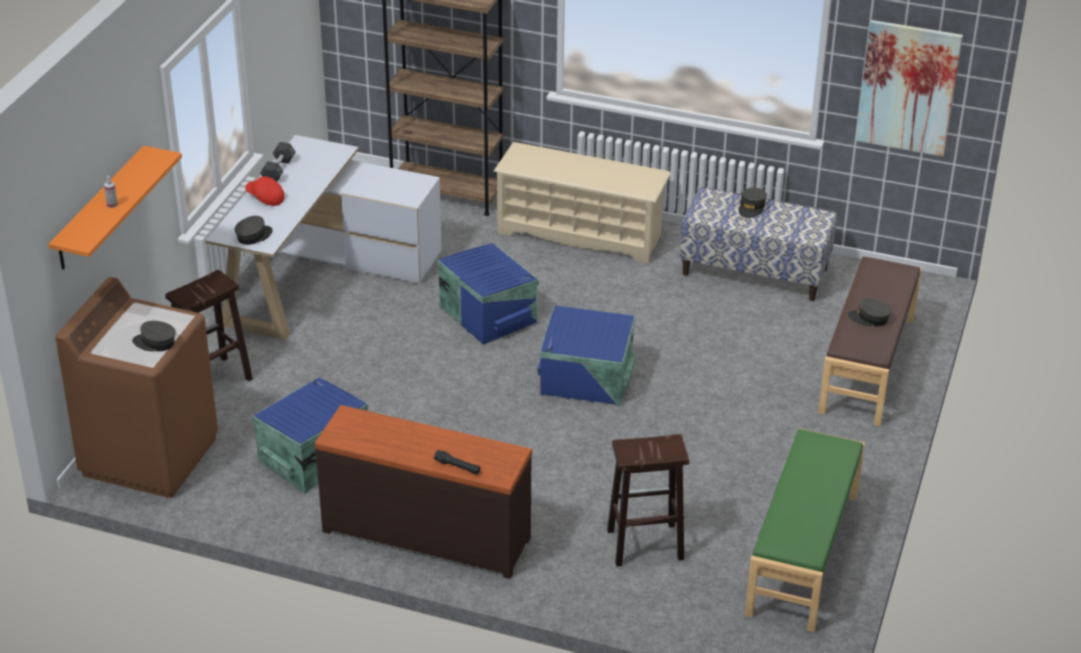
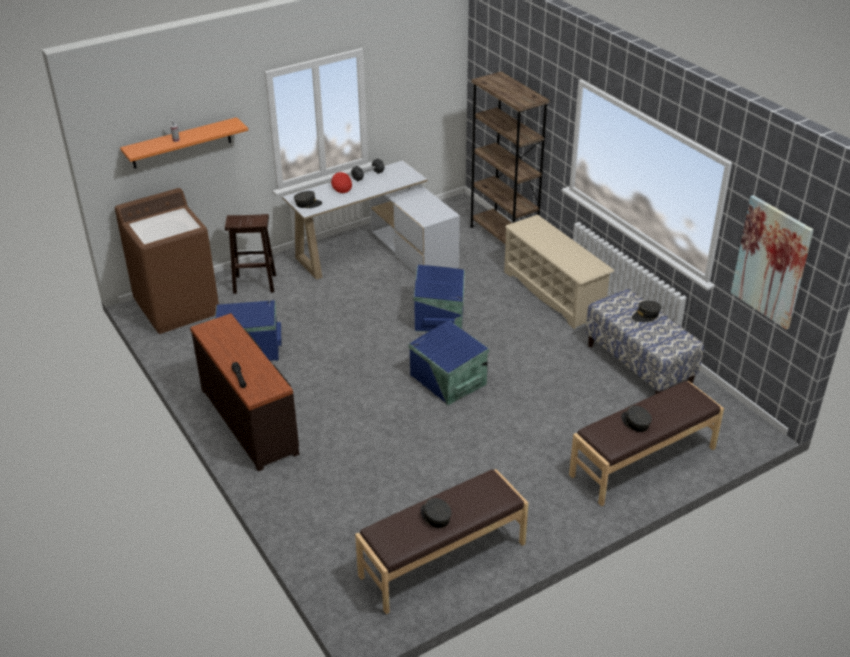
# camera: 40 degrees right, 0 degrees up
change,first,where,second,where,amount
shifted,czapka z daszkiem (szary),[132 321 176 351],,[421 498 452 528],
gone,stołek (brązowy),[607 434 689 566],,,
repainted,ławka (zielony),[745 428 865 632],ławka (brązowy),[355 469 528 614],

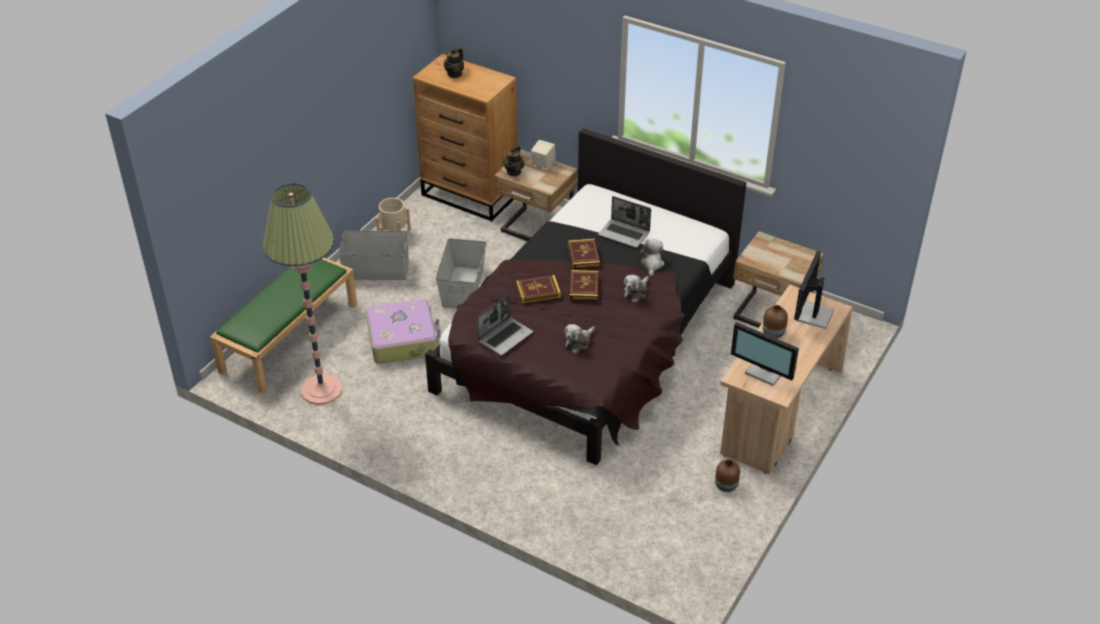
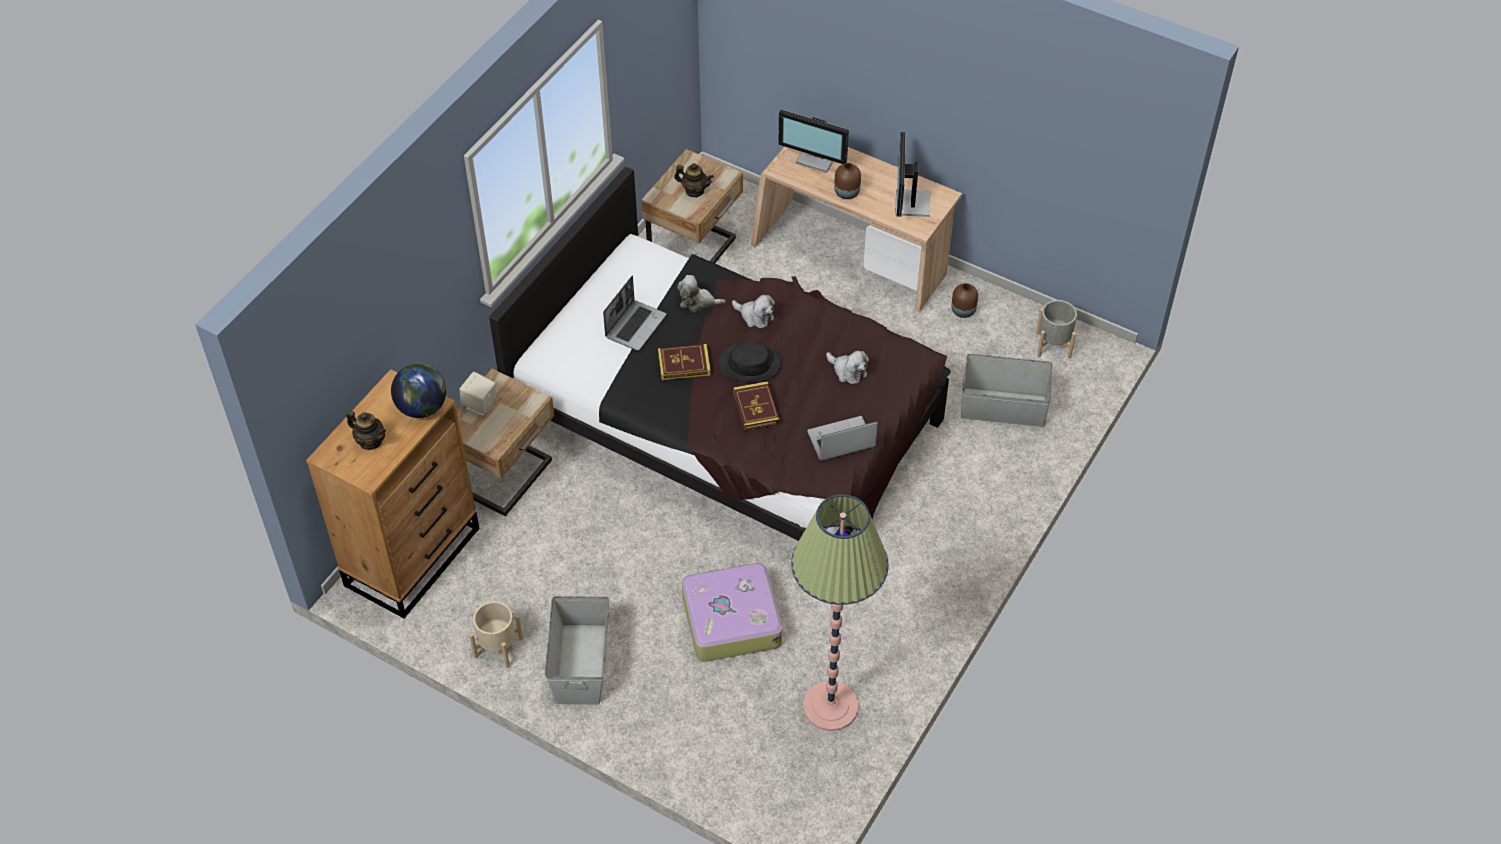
# camera: 90 degrees left, 10 degrees up
change,first,where,second,where,amount
gone,ławka (zielony),[210 258 357 393],,,
shifted,pojemnik do przechowywania (szary),[436 238 487 309],,[961 354 1052 427],
rotated,laptop,[476 294 533 356],,[807 416 878 461],60 degrees counterclockwise
shifted,imbryk,[503 145 524 176],,[674 163 714 197],
swapped,książka,[570 270 599 301],kapelusz (czarny),[718 342 781 382],
rotated,monitor,[731 322 799 386],,[895 132 930 217],150 degrees clockwise
new,,,globus,[391 363 446 418],
new,,,donica (szary),[1036 300 1077 359],

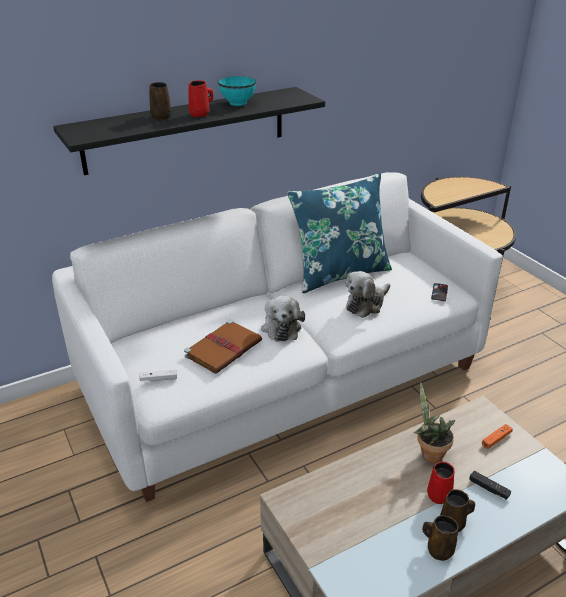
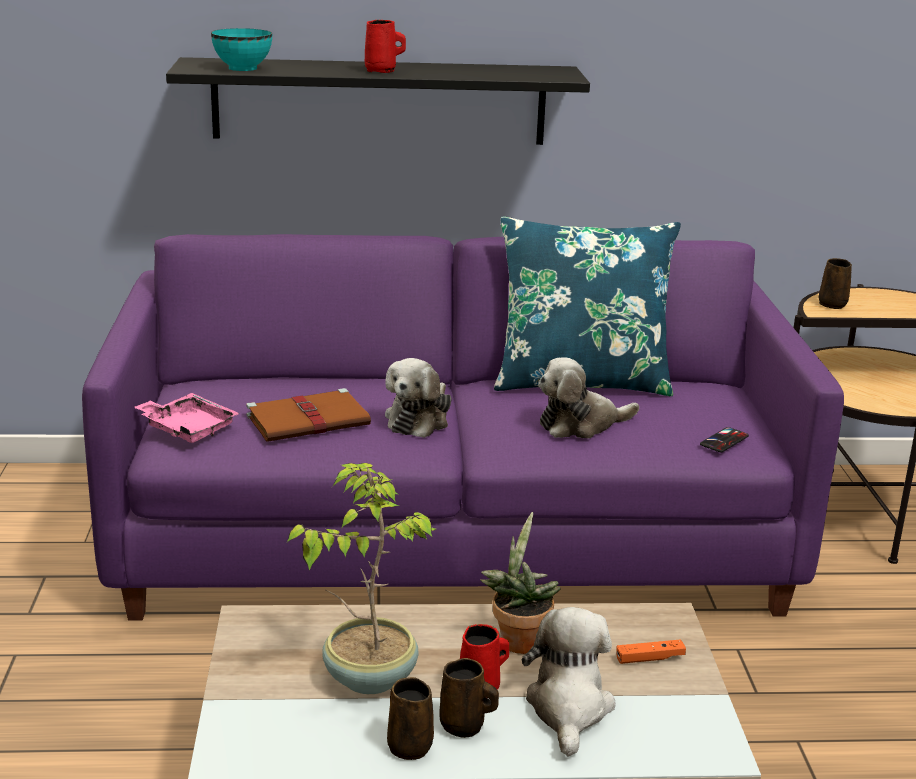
# camera: 25 degrees right, 10 degrees down
change,first,where,second,where,amount
repainted,kanapa (biały),[52 172 503 502],kanapa (fioletowy),[82 234 844 621],
swapped,pad do gier (biały),[139 369 177 381],taca (różowy),[134 393 240 443],
shifted,kubek (brązowy),[149 82 171 120],,[819 258 852 309],
shifted,miska (turkusowy),[218 76 256 106],,[211 28 272 71],
swapped,pad do gier (czarny),[469 471 511 500],pluszak,[522 607 616 757],
new,,,roślina doniczkowa,[287 463 436 694],

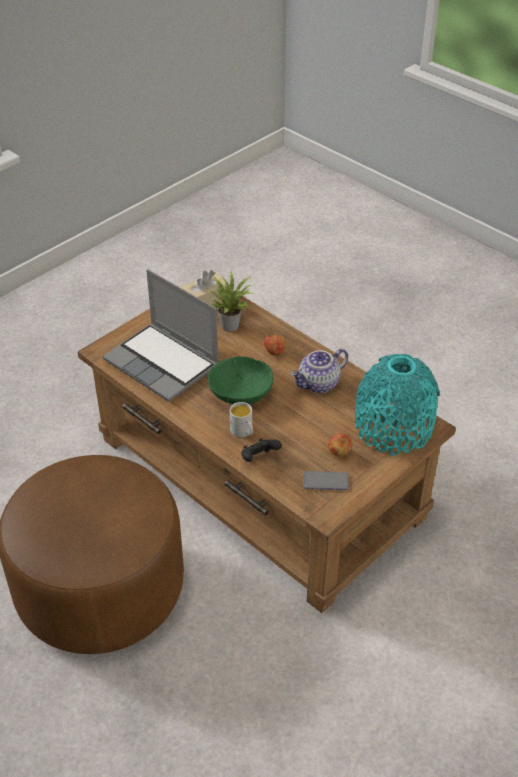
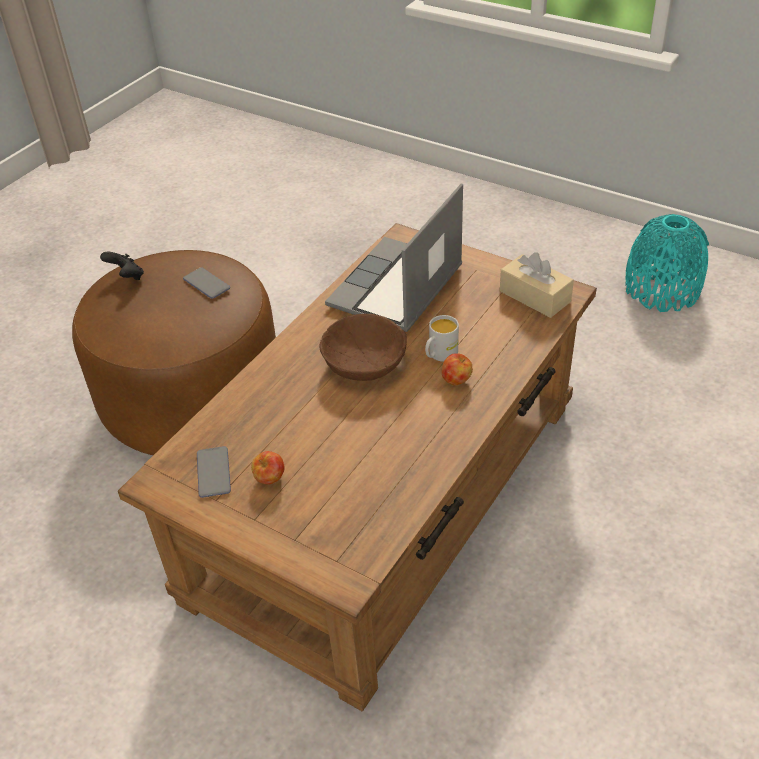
# camera: 80 degrees right, 0 degrees up
change,first,where,second,where,amount
gone,roślina doniczkowa,[207 271 254 331],,,
repainted,miska (zielony),[208 356 274 404],miska (brązowy),[319 314 407 381],
shifted,kubek (biały),[230 402 253 437],,[425 315 459 362],
shifted,pad do gier (czarny),[241 438 282 462],,[100 252 144 280],
gone,imbryk,[290 349 348 393],,,
shifted,wazon (turkusowy),[355 354 440 455],,[625 214 709 312],
new,,,telefon,[183 267 230 299],

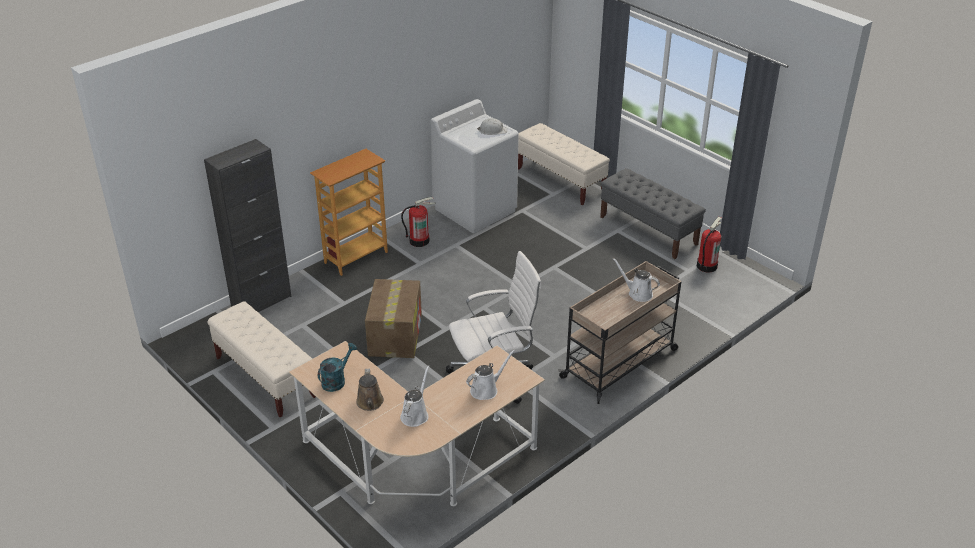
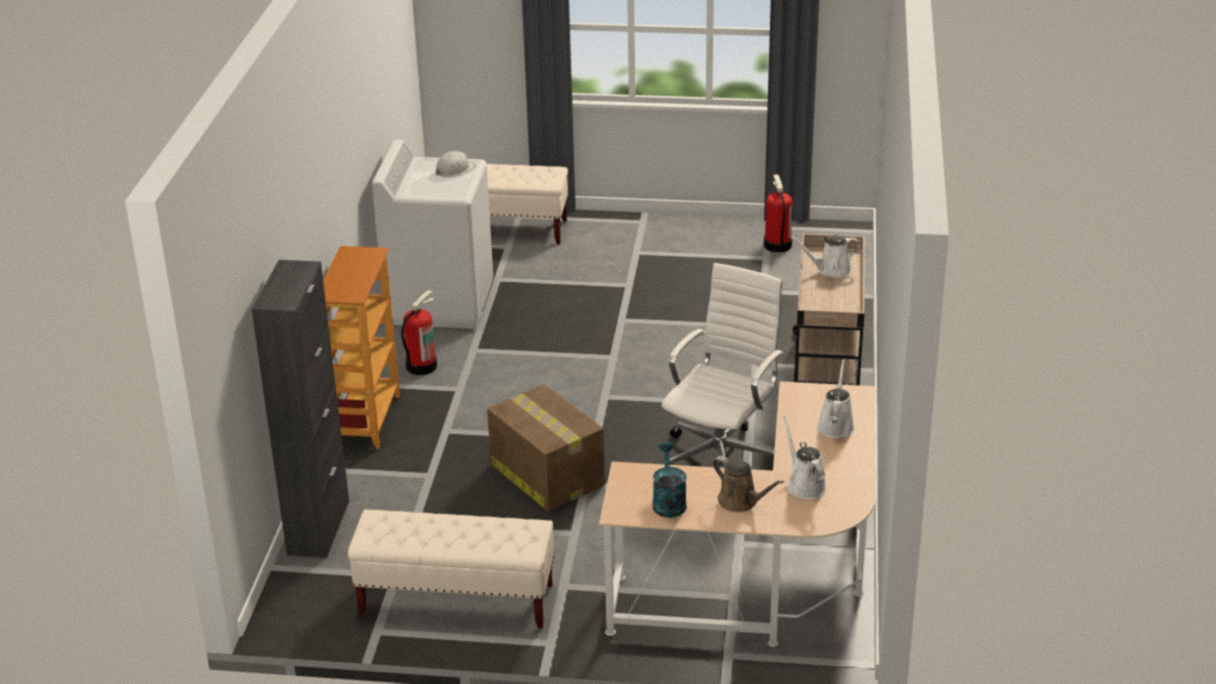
# camera: 40 degrees left, 5 degrees down
change,first,where,second,where,amount
gone,ławka (szary),[600 168 706 259],,,

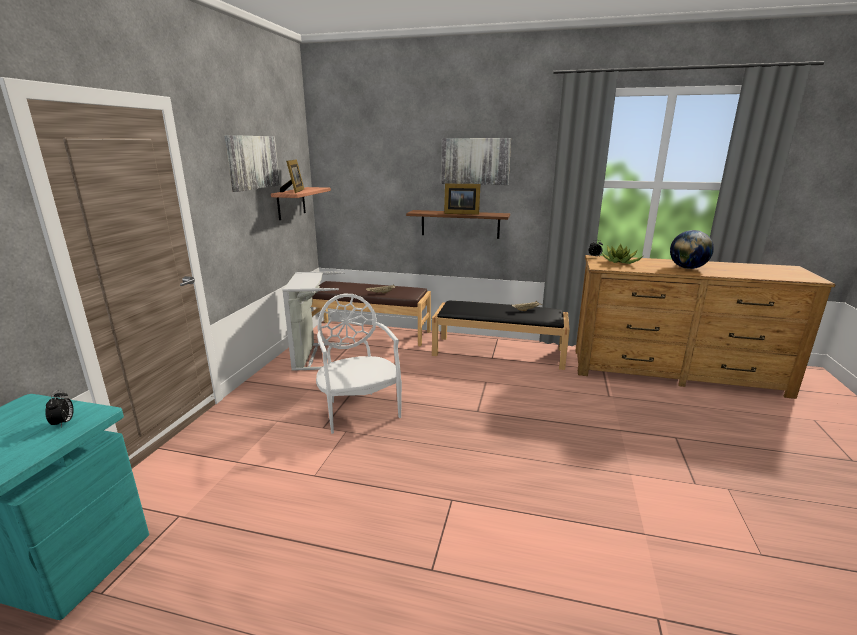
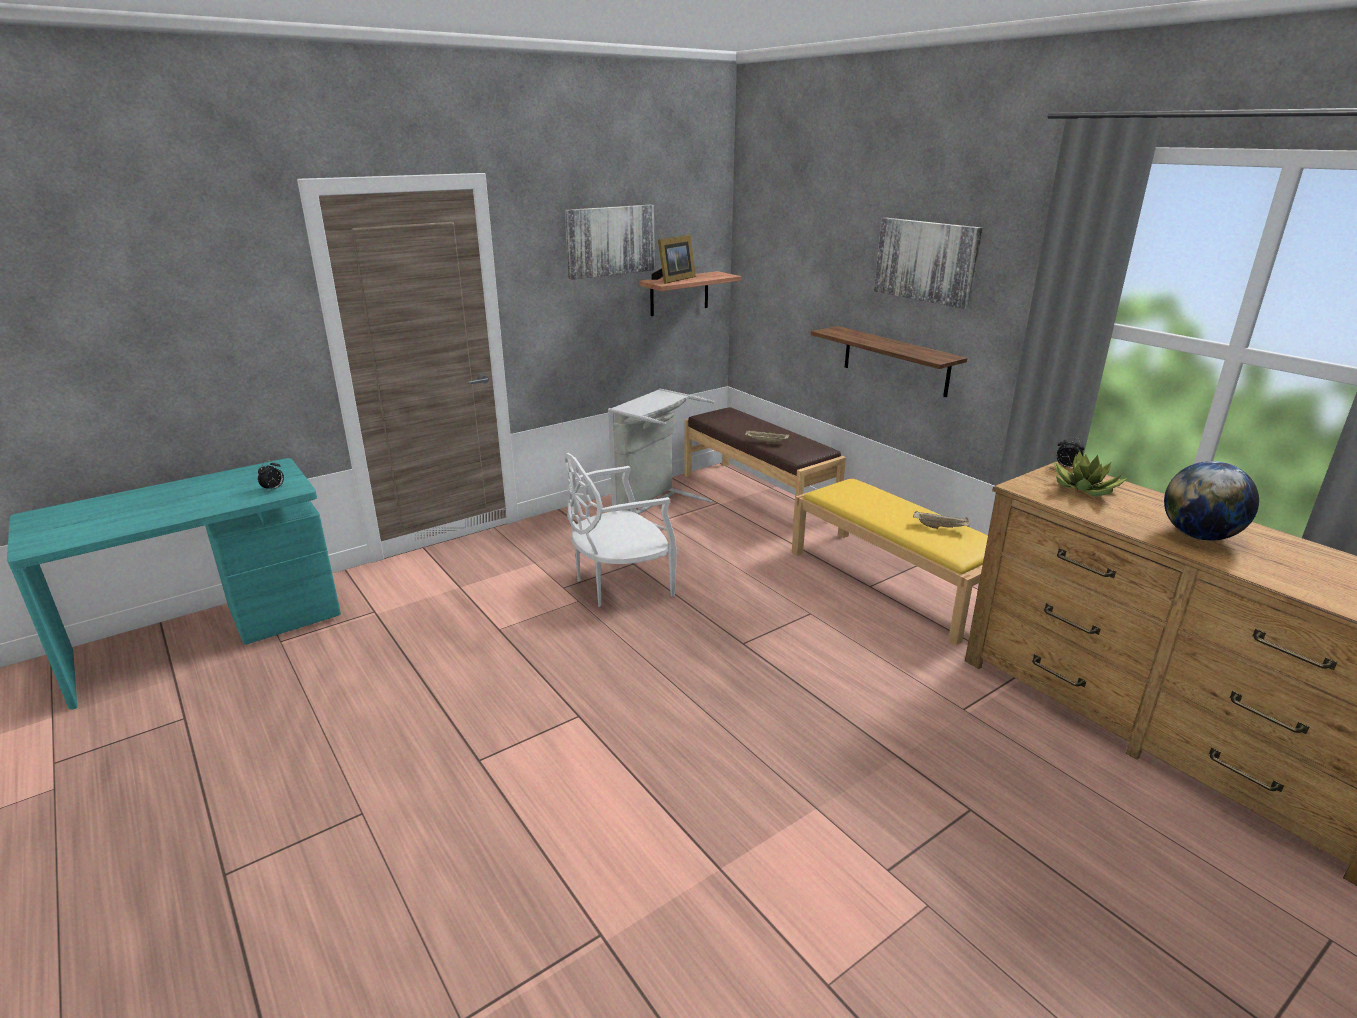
# camera: 40 degrees right, 5 degrees up
change,first,where,second,where,amount
rotated,krzesło (biały),[316 294 402 434],,[564 453 677 607],135 degrees counterclockwise
repainted,ławka (czarny),[432 301 570 370],ławka (żółty),[792 479 988 645],
gone,ramka na zdjęcie,[444 184 481 215],,,

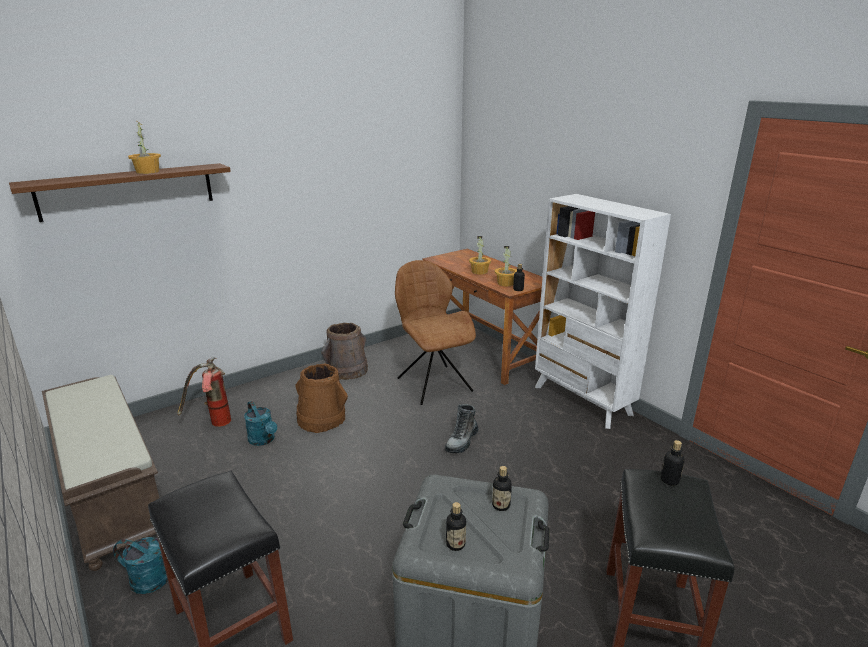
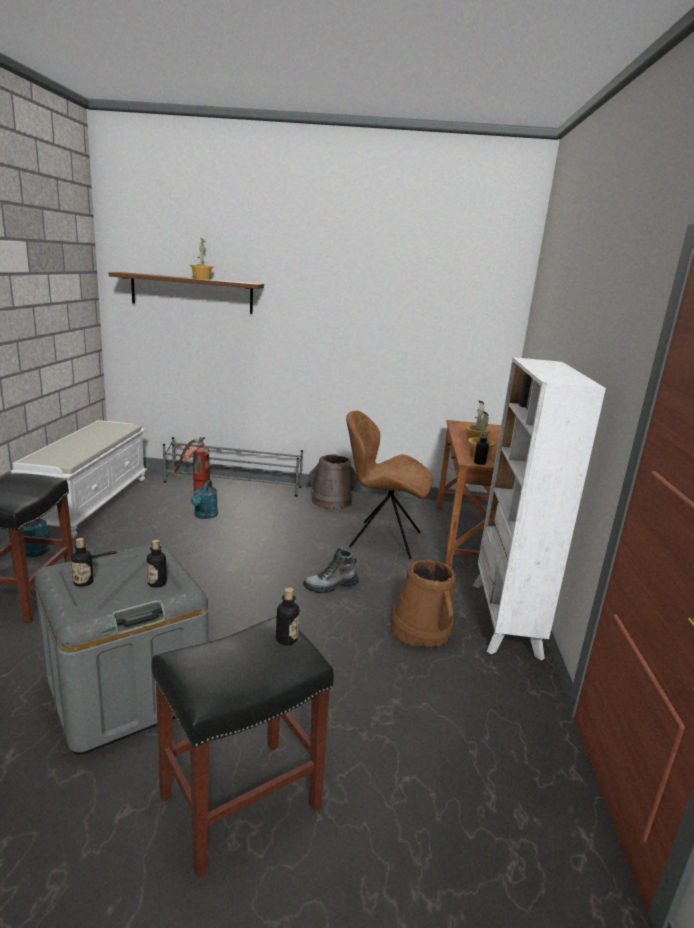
# camera: 40 degrees right, 5 degrees down
change,first,where,second,where,amount
repainted,ławka (brązowy),[42 375 160 571],ławka (biały),[10 420 147 538],
shifted,wiadro (brązowy),[296 363 348 433],,[390 560 456 648],
rotated,krzesło (brązowy),[395 260 476 405],,[346 411 433 559],90 degrees counterclockwise
new,,,regał na buty (szary),[163 437 303 497],

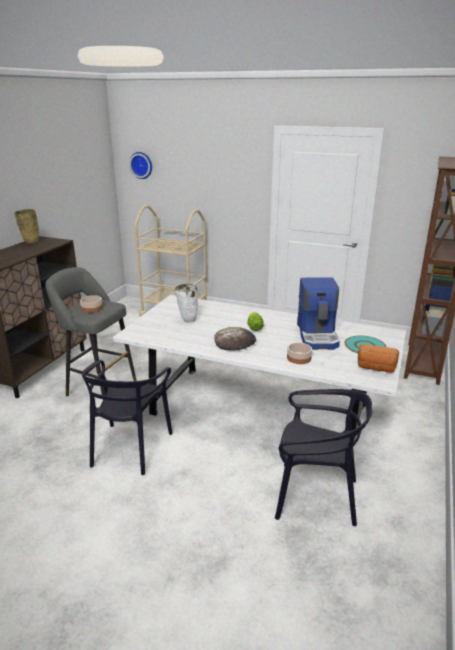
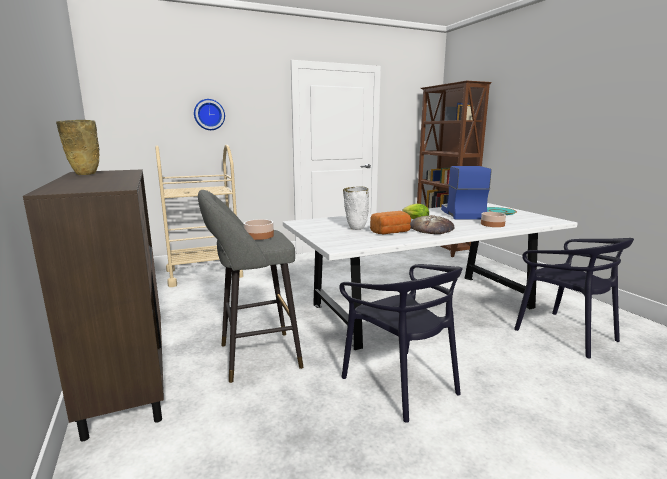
# camera: 45 degrees left, 10 degrees down
change,first,where,second,where,amount
shifted,zegar ścienny,[129 152 152 179],,[194 99 225 130],
rotated,krzesło (czarny),[275 389 372 526],,[514 238 634 358],90 degrees clockwise
rotated,ekspres do kawy,[297 278 340 350],,[441 166 492 220],135 degrees counterclockwise
shifted,chleb,[358 344 399 373],,[370 211 411 235],

